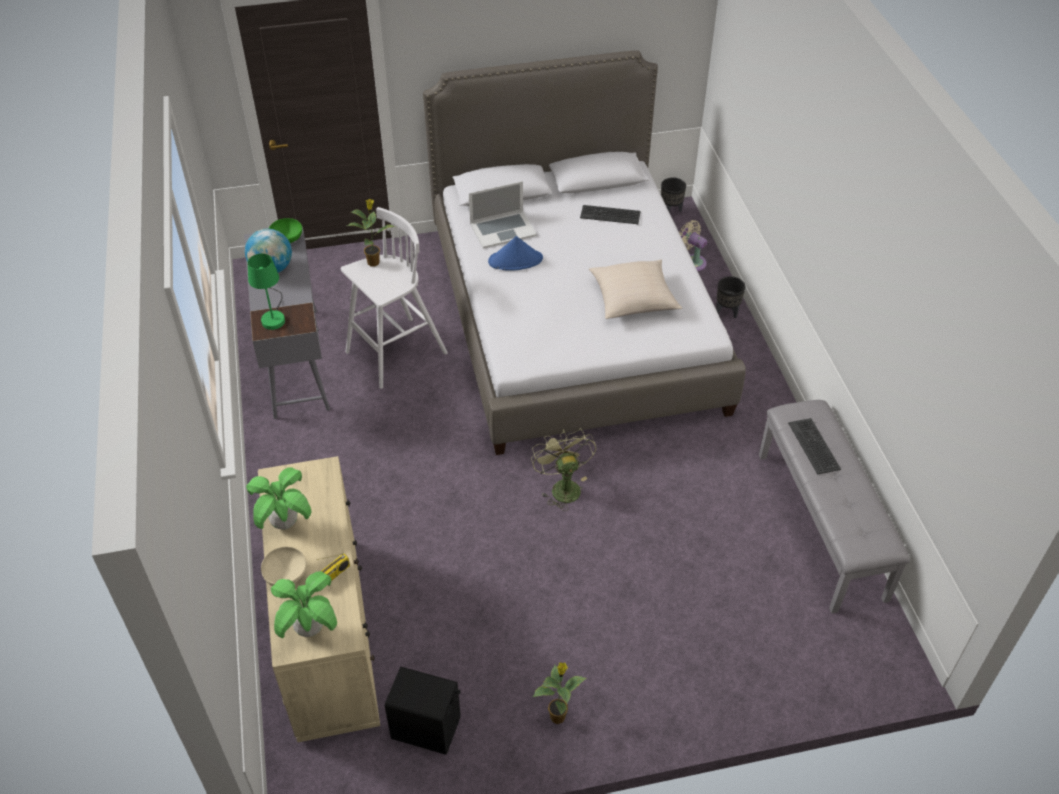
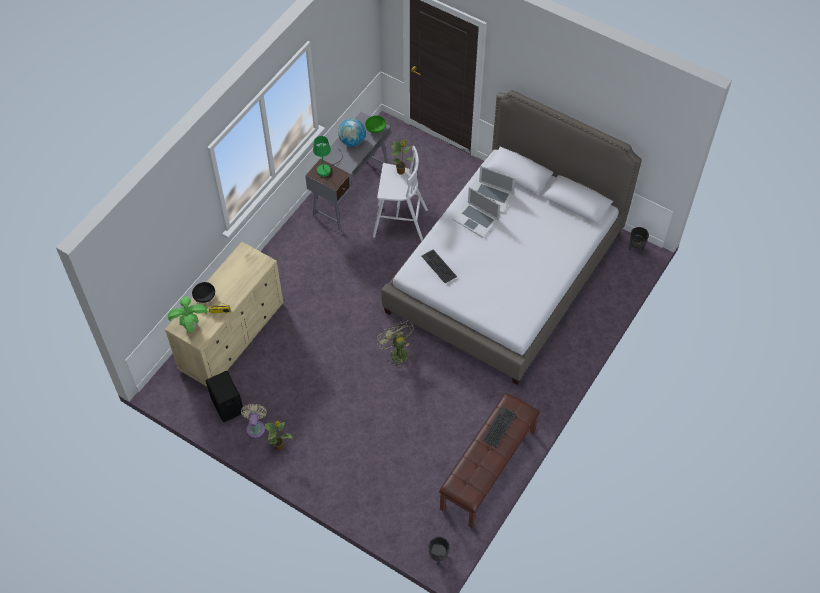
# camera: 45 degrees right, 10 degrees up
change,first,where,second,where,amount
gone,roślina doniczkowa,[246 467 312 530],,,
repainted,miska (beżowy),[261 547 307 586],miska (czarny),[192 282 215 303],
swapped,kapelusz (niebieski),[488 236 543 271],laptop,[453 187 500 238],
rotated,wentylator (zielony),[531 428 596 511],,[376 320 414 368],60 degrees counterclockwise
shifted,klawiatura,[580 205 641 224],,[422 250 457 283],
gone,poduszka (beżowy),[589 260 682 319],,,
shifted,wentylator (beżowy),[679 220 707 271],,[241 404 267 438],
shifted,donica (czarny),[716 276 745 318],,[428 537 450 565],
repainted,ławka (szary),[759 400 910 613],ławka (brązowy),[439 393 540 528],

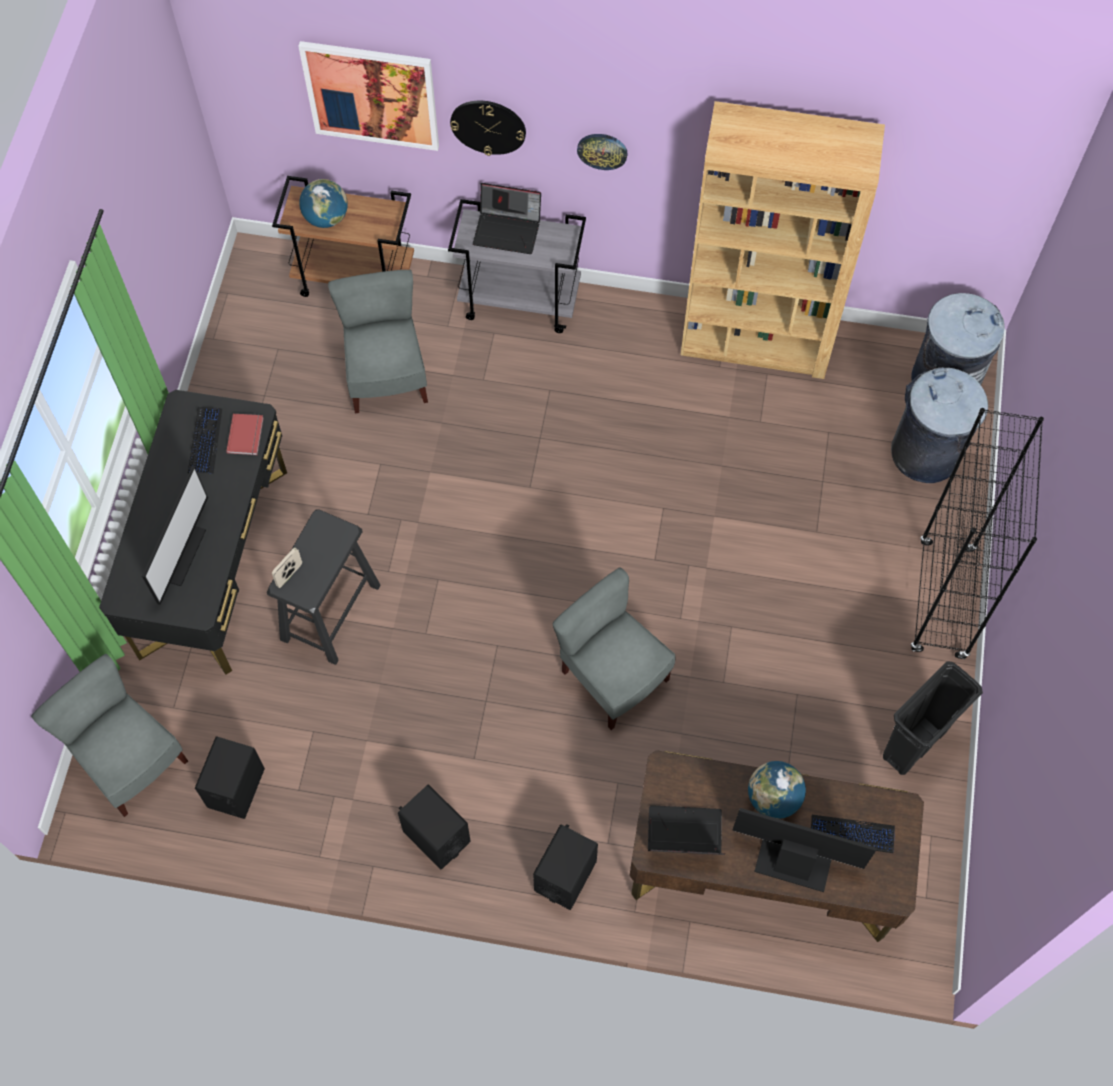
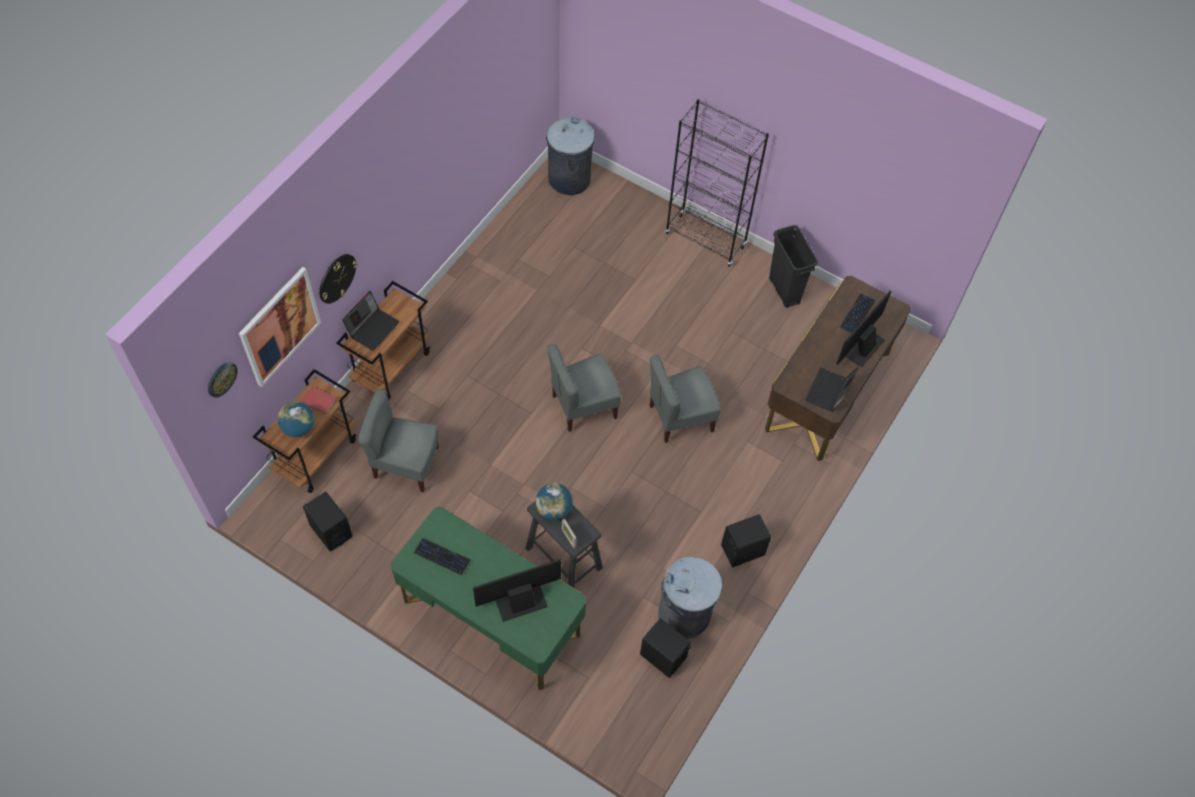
# camera: 70 degrees left, 5 degrees down
change,first,where,second,where,amount
shifted,krzesło (szary),[31 654 188 817],,[547 344 621 432],
repainted,biurko (czarny),[99 390 287 675],biurko (zielony),[391 507 586 690],
rotated,monitor,[142 466 208 605],,[473 559 561 622],60 degrees counterclockwise
shifted,książka (czerwony),[226 414 264 455],,[300 386 337 415],
repainted,wózek (szary),[448 199 586 333],wózek (brązowy),[336 281 430 400],
shifted,głośnik (czarny),[533 824 598 910],,[303 492 352 551],
shifted,zegar ścienny,[577 134 628 170],,[208 362 238 398],
gone,regał (brązowy),[681 101 885 379],,,
shifted,globus,[748 761 806 819],,[536 483 573 520],
shifted,kosz na śmieci (szary),[891 368 988 483],,[658 557 723 639],

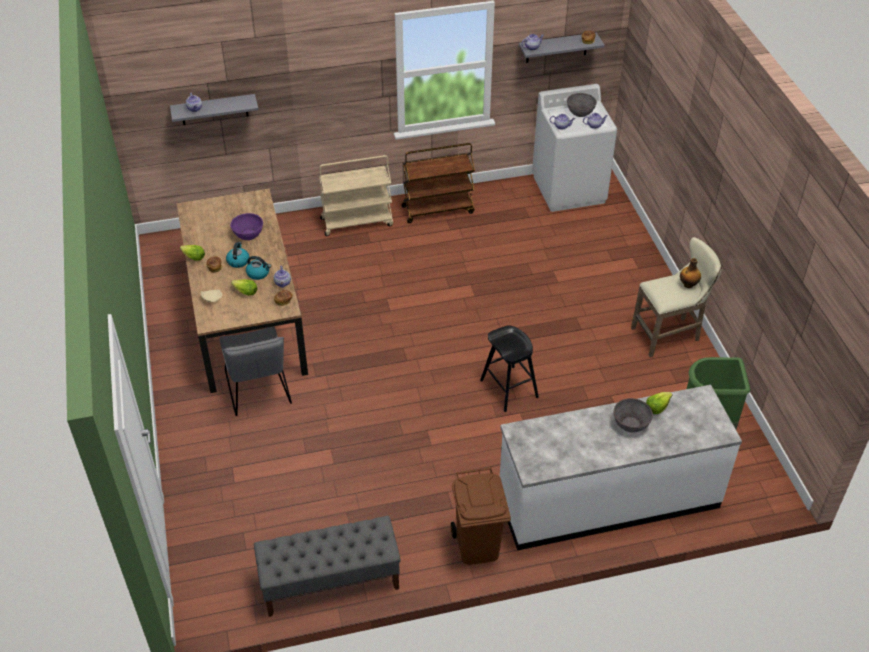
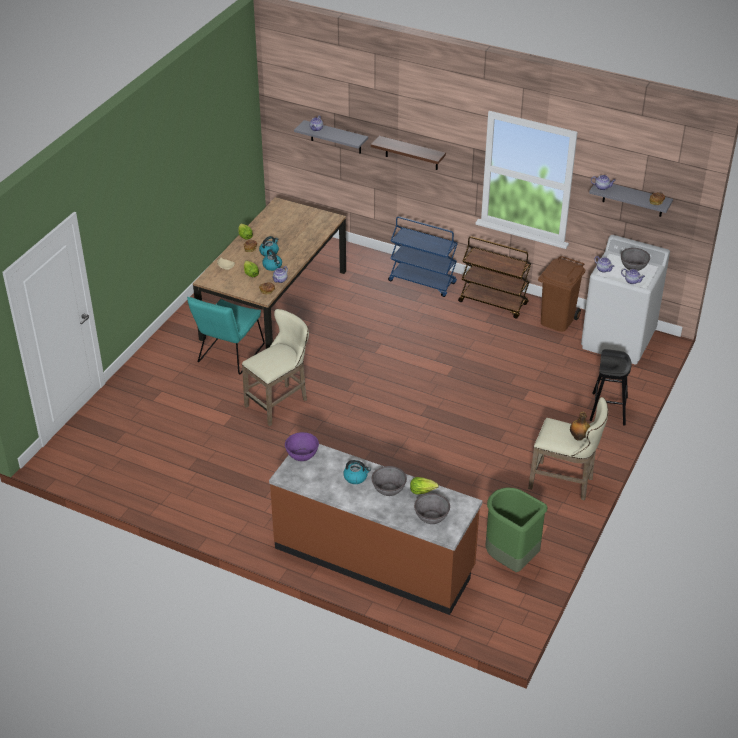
# camera: 40 degrees right, 5 degrees down
change,first,where,second,where,amount
repainted,krzesło (szary),[220 326 292 416],krzesło (turkusowy),[187 297 265 374],
shifted,miska (fioletowy),[230 213 263 240],,[285 432 319 461],
gone,ławka (szary),[254 516 401 617],,,
repainted,wózek (beżowy),[319 155 393 236],wózek (niebieski),[388 216 458 297],
shifted,kosz na śmieci (brązowy),[451 468 511 565],,[538 256 585 332],
shifted,stołek (czarny),[480 325 539 412],,[590 349 632 426],
repainted,zabudowa kuchenna (biały),[500 385 742 551],zabudowa kuchenna (brązowy),[269 444 482 615],
new,,,stołek (beżowy),[242 309 309 426],
new,,,czajnik,[343 460 371 484],
new,,,półka,[371 136 446 170],
new,,,miska (szary),[414 493 450 524],

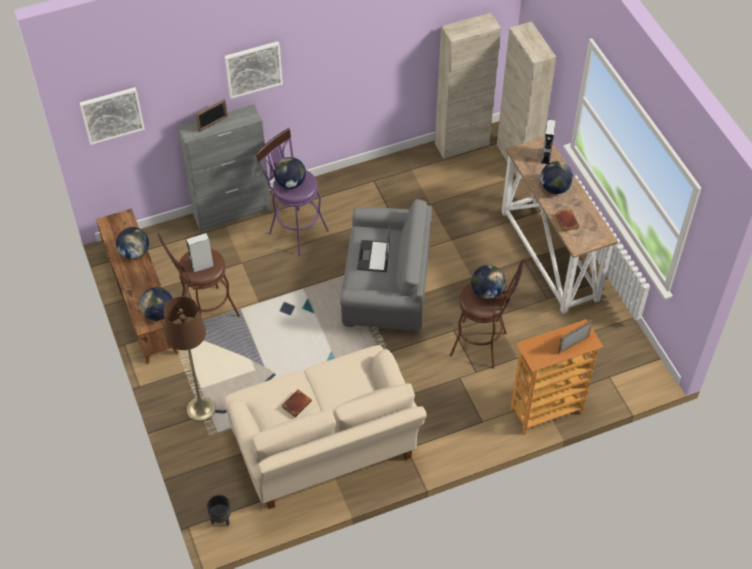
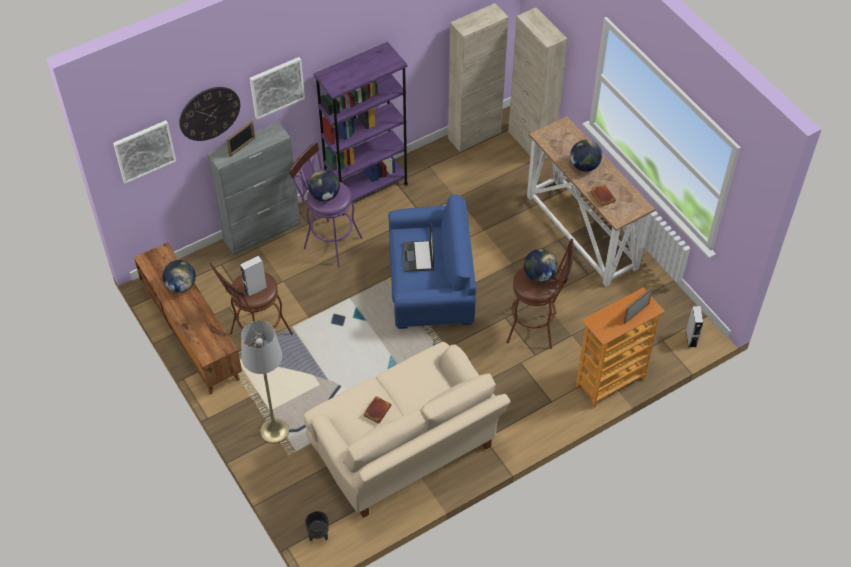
# camera: 10 degrees left, 0 degrees up
change,first,where,second,where,amount
gone,globus,[140 287 173 321],,,
repainted,lampa stojąca (brązowy),[164 297 216 422],lampa stojąca (szary),[241 321 289 444],
repainted,fotel (szary),[340 199 432 332],fotel (niebieski),[388 194 476 329],
shifted,głośnik (szary),[541 120 555 164],,[686 306 703 347],
new,,,zegar ścienny,[179 87 240 141],
new,,,regał (fioletowy),[314 42 408 215],

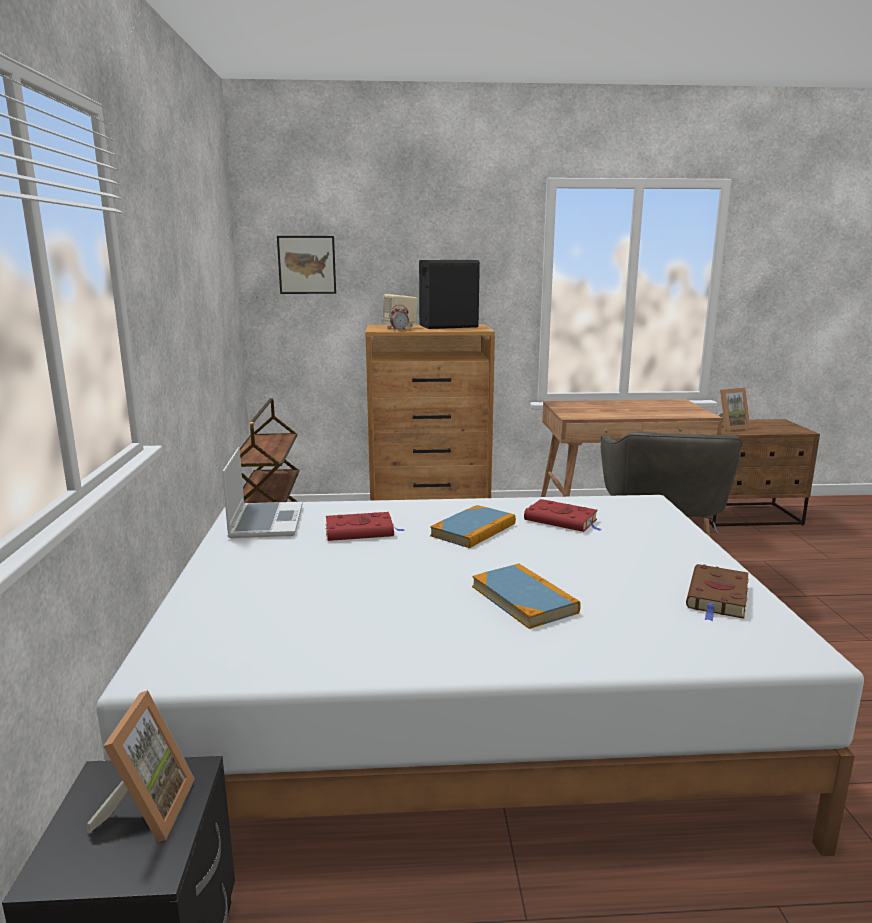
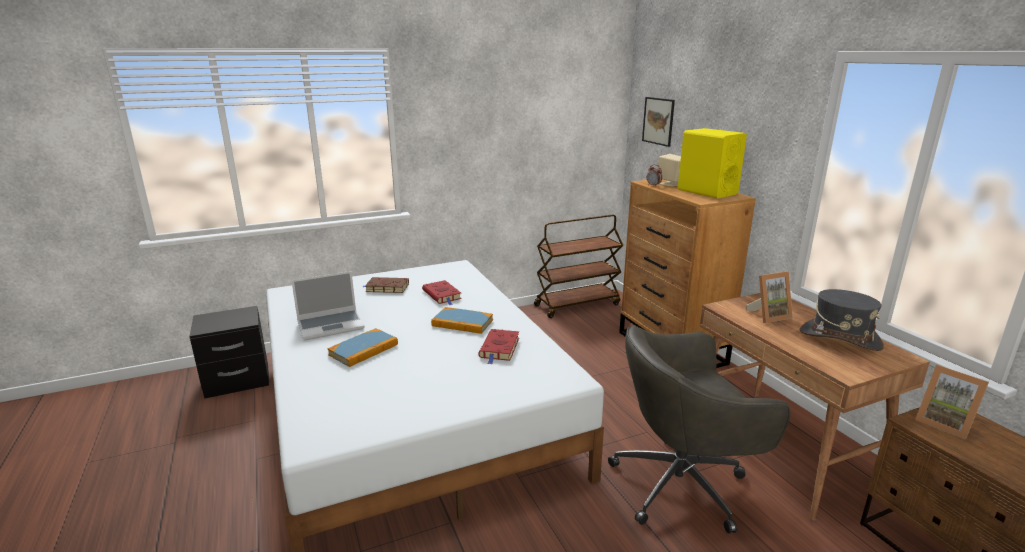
# camera: 70 degrees right, 5 degrees up
change,first,where,second,where,amount
shifted,ramka na zdjęcie,[87 690 195 842],,[746 271 793 323],
shifted,laptop,[222 447 302 538],,[291 271 365 340],
repainted,głośnik (czarny),[419 260 480 329],głośnik (żółty),[678 128 747 198],
shifted,książka (brązowy),[686 564 749 622],,[363 277 409 293],
new,,,kapelusz (szary),[800 289 884 351],

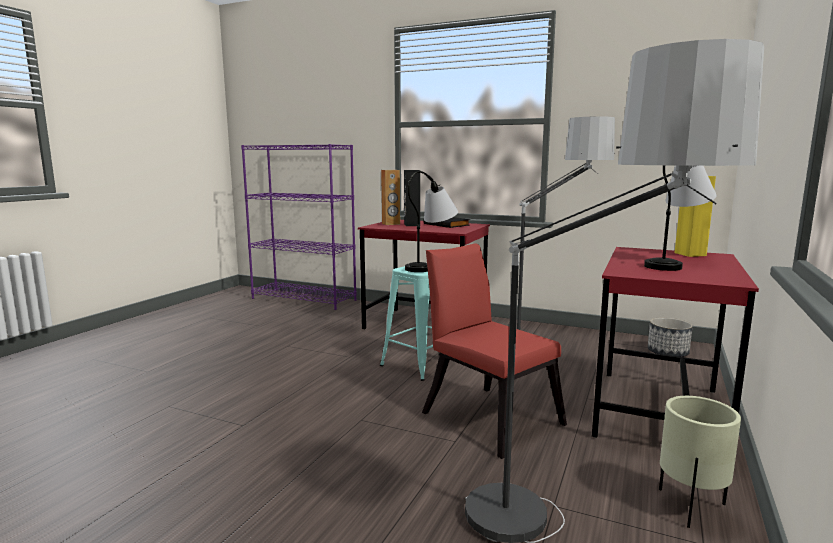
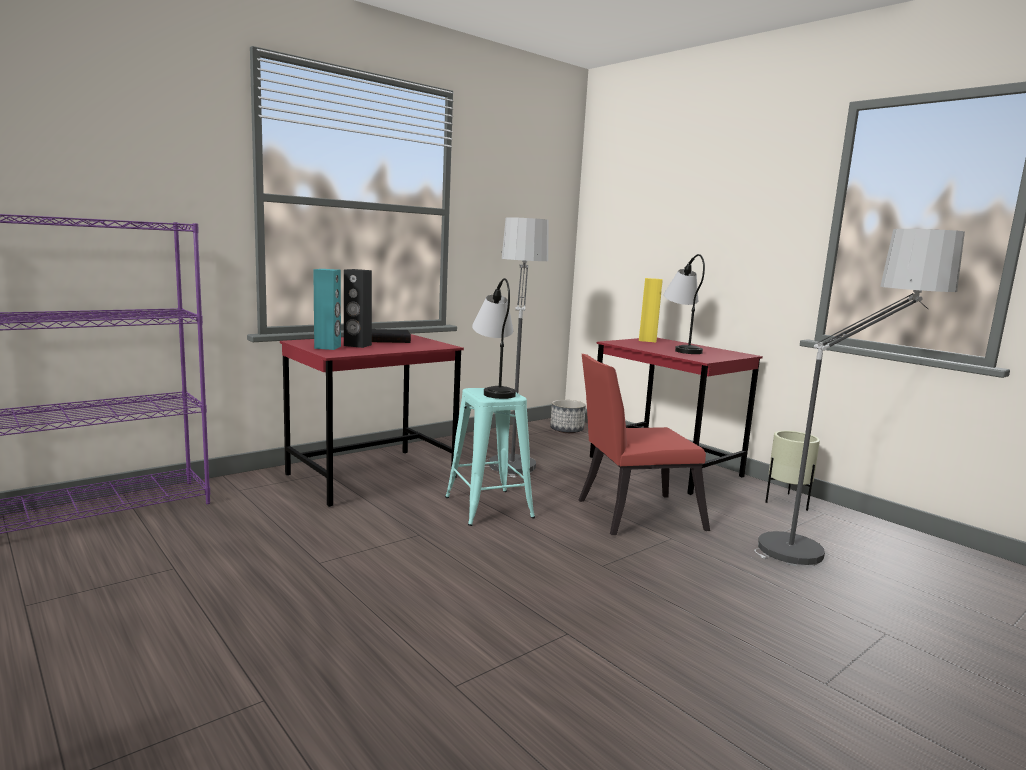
# camera: 65 degrees left, 0 degrees up
change,first,where,second,where,amount
repainted,głośnik (brązowy),[381 170 400 225],głośnik (turkusowy),[313 269 341 350],

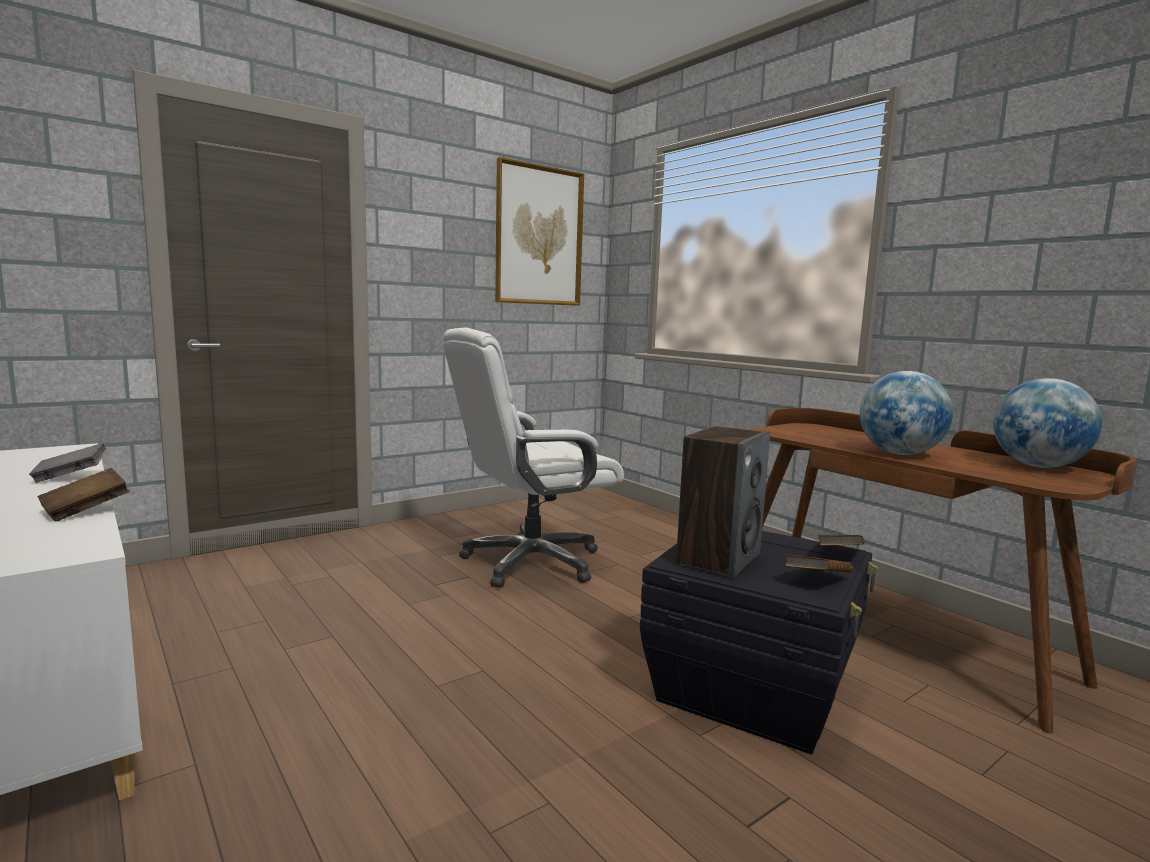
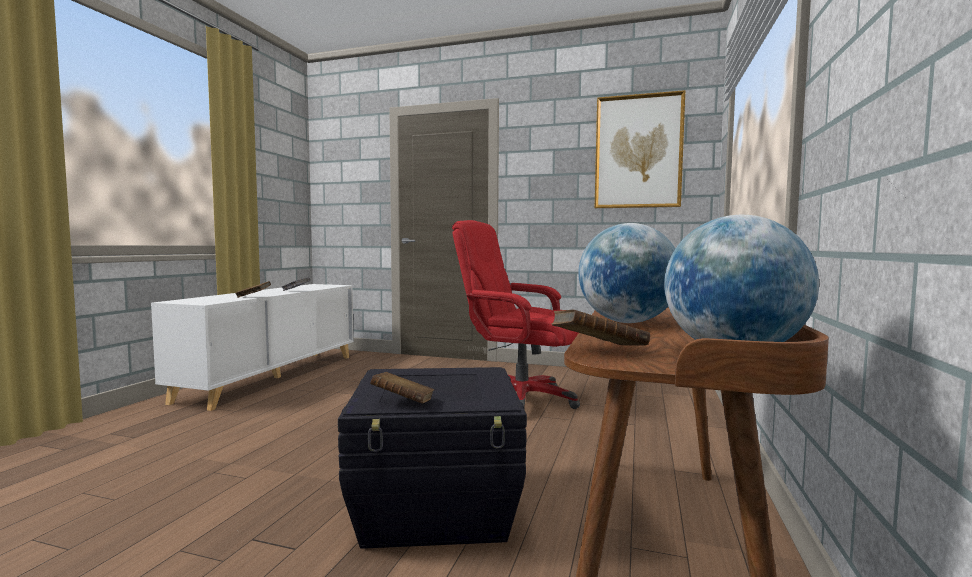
# camera: 55 degrees right, 5 degrees down
change,first,where,second,where,amount
repainted,krzesło biurowe (biały),[443 328 624 588],krzesło biurowe (czerwony),[452 220 580 409],
gone,głośnik,[676 426 770 579],,,
shifted,książka (brązowy),[818 535 864 546],,[551 310 650 346],

